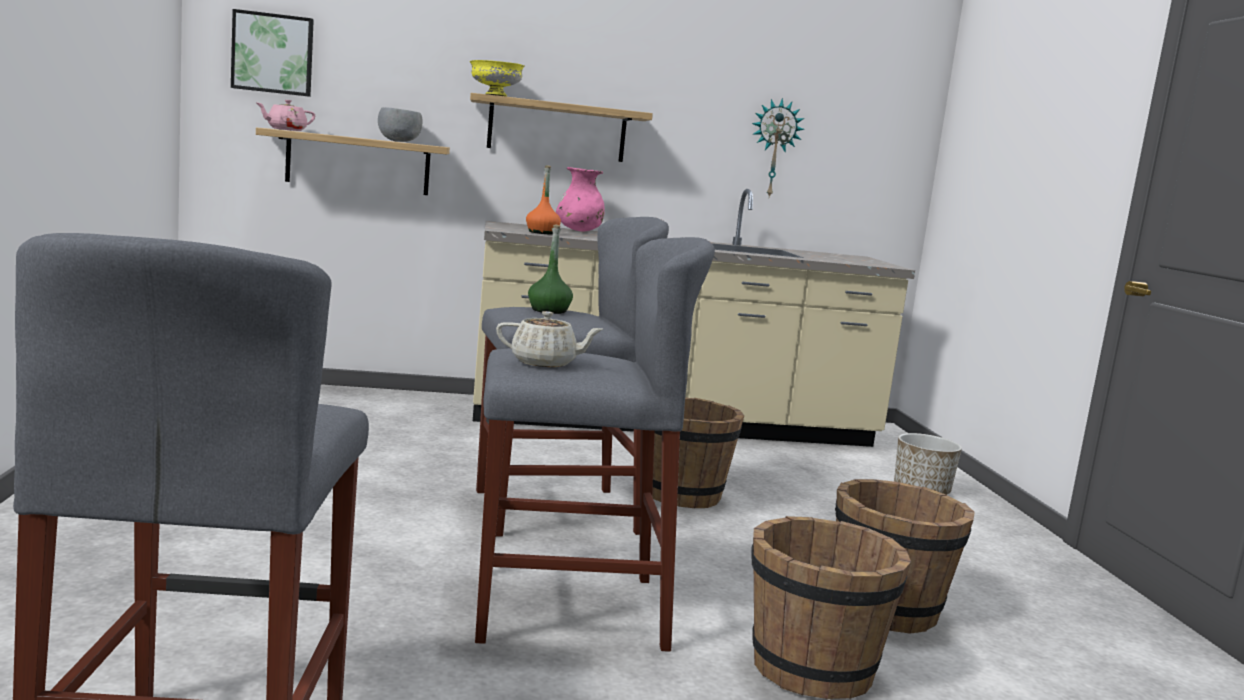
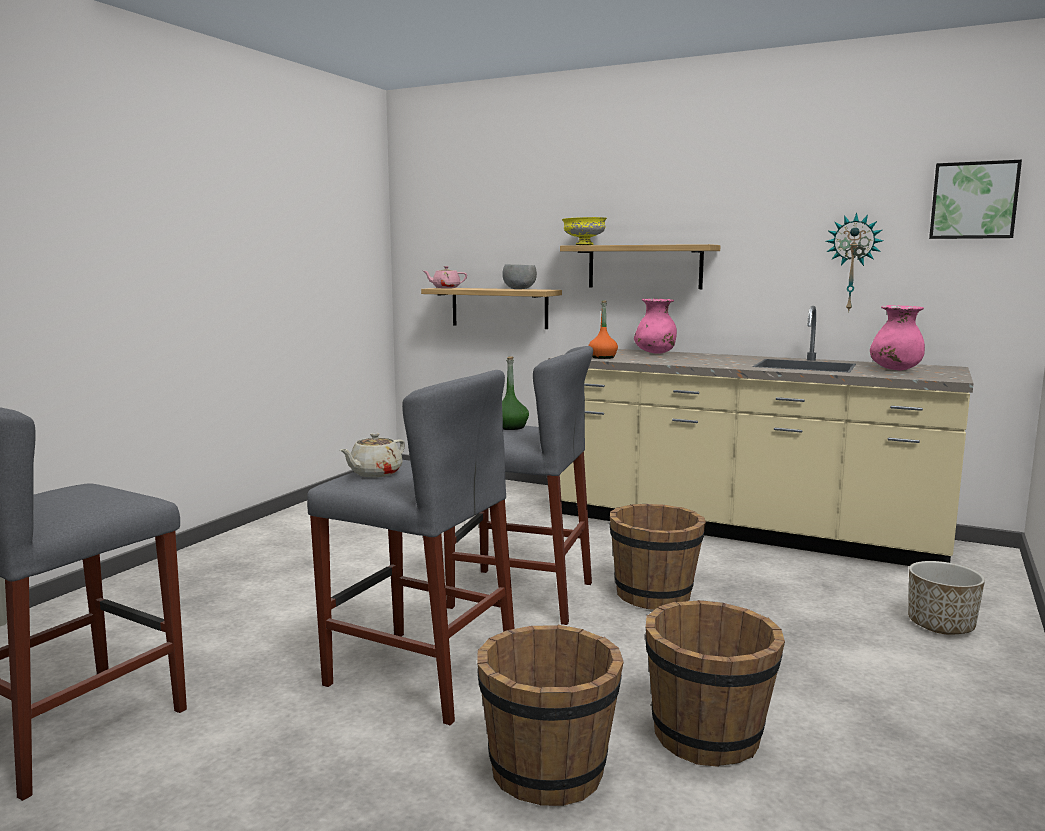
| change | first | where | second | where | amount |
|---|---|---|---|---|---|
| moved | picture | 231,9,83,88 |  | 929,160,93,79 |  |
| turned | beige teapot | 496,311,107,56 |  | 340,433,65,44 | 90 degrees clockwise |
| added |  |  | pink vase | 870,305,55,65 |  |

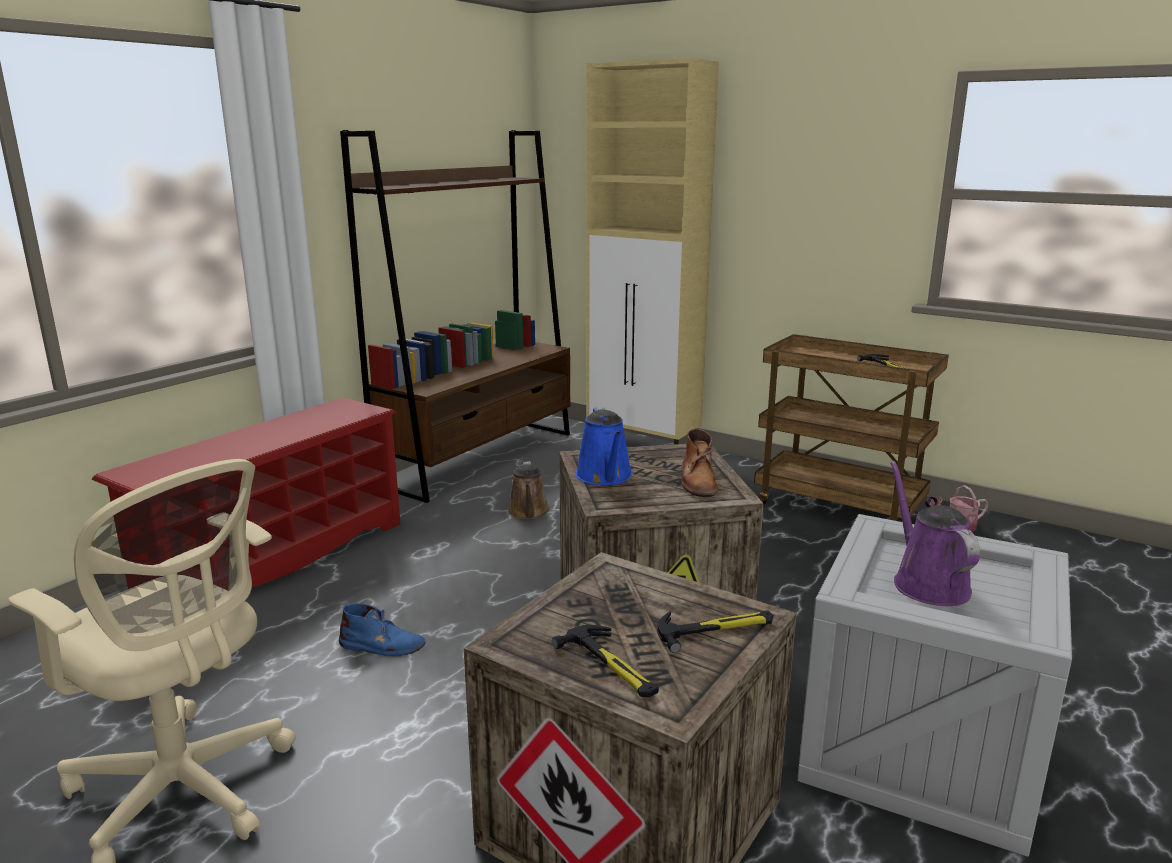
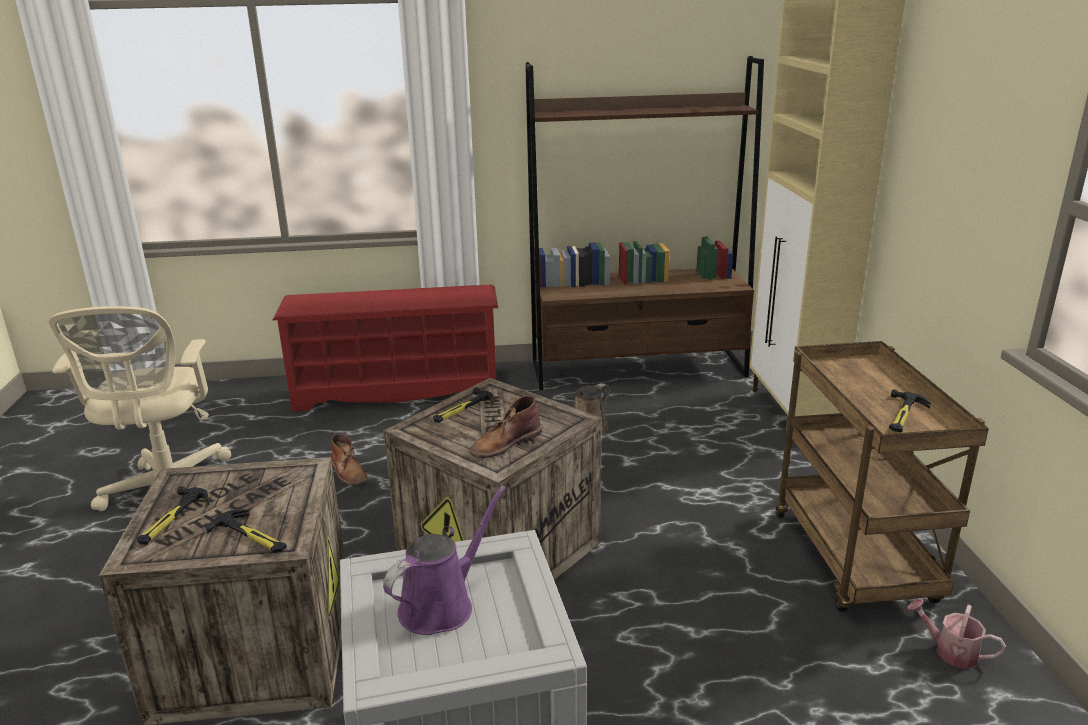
| change | first | where | second | where | amount |
|---|---|---|---|---|---|
| recoloured | blue boot | 339,603,87,53 | brown boot | 331,434,37,51 |  |
| replaced | blue watering can | 576,407,57,78 | hammer | 433,387,61,36 |  |

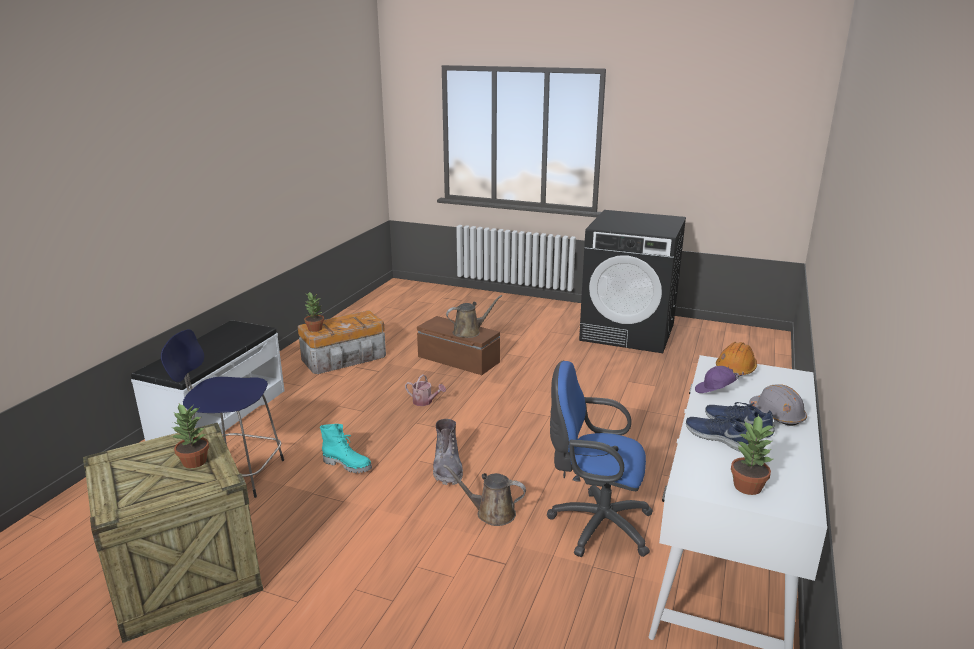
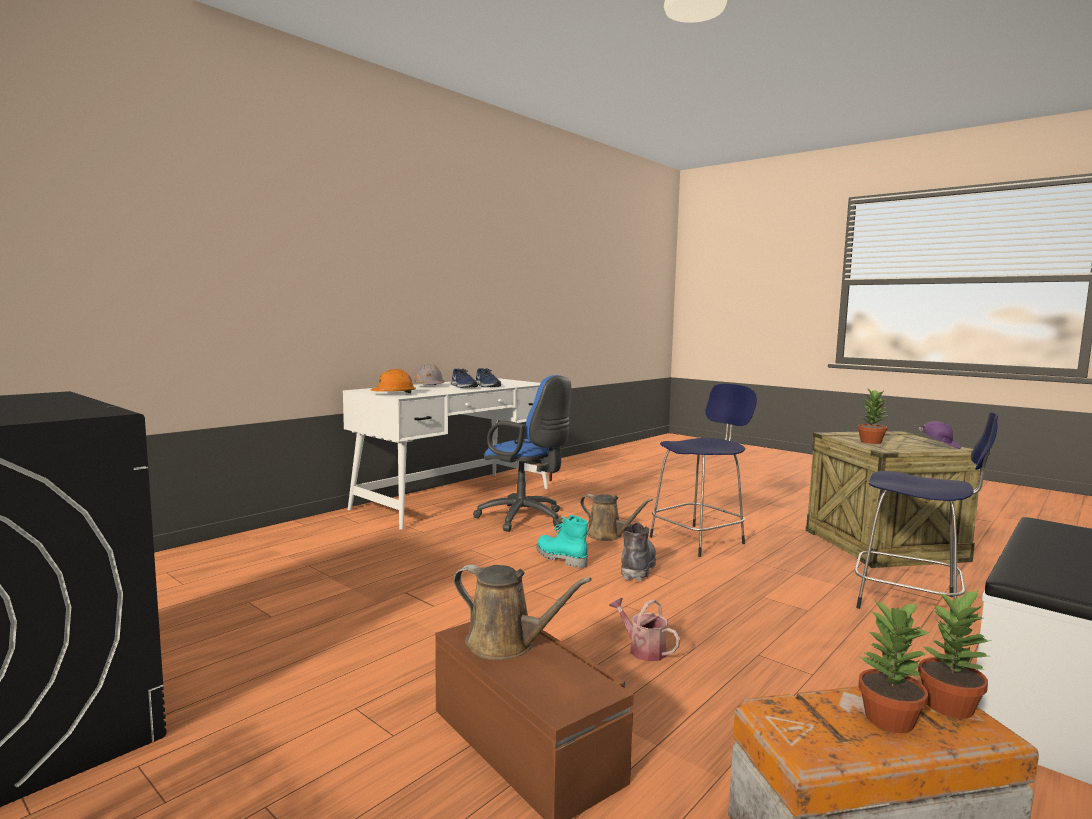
| change | first | where | second | where | amount |
|---|---|---|---|---|---|
| moved | turquoise boot | 320,424,52,49 |  | 537,515,51,53 |  |
| turned | brown watering can | 446,295,56,43 |  | 453,565,139,95 | 150 degrees counterclockwise |
| moved | purple cap | 695,366,49,27 |  | 913,421,48,28 |  |
| moved | potted plant | 731,415,43,80 |  | 858,599,75,134 |  |
| added |  |  | blue stool | 650,384,107,173 |  |

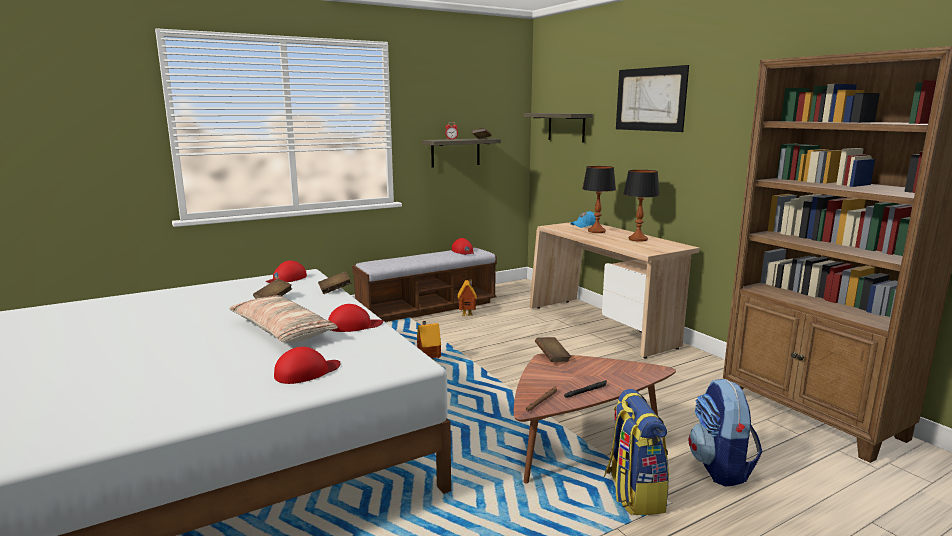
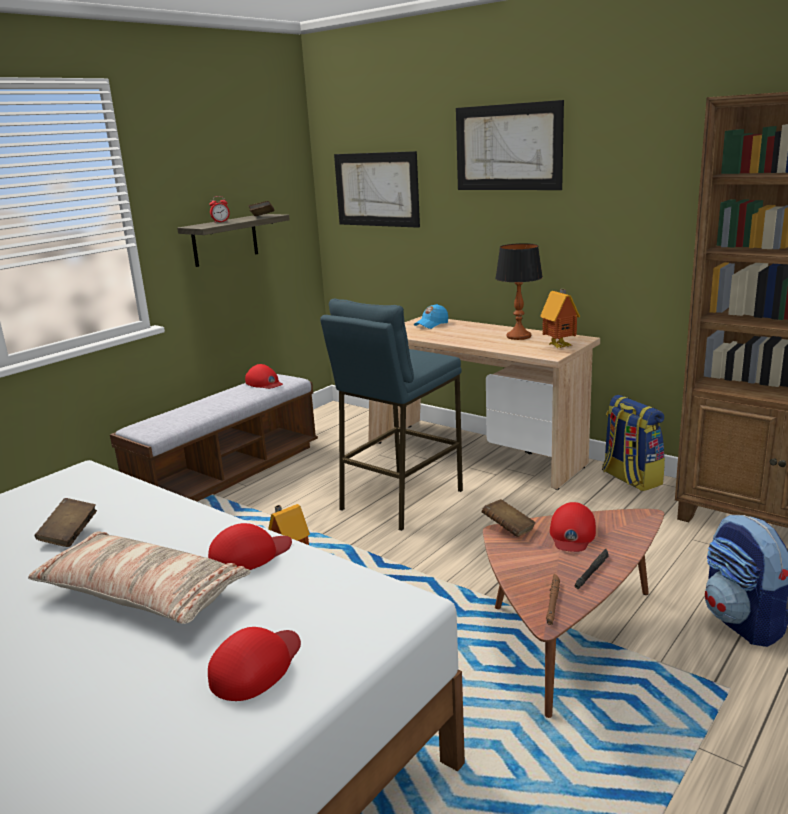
| change | first | where | second | where | amount |
|---|---|---|---|---|---|
| moved | red cap | 266,261,41,22 |  | 550,502,46,50 |  |
| removed | brown book | 318,271,33,23 |  |  |  |
| moved | toy house | 457,280,20,36 |  | 540,289,40,59 |  |
| replaced | shelf | 523,113,70,30 | picture | 334,151,86,77 |  |
| removed | table lamp | 582,166,34,67 |  |  |  |
| moved | backpack | 604,389,65,126 |  | 602,395,63,96 |  |
| added |  |  | blue stool | 320,298,143,233 |  |

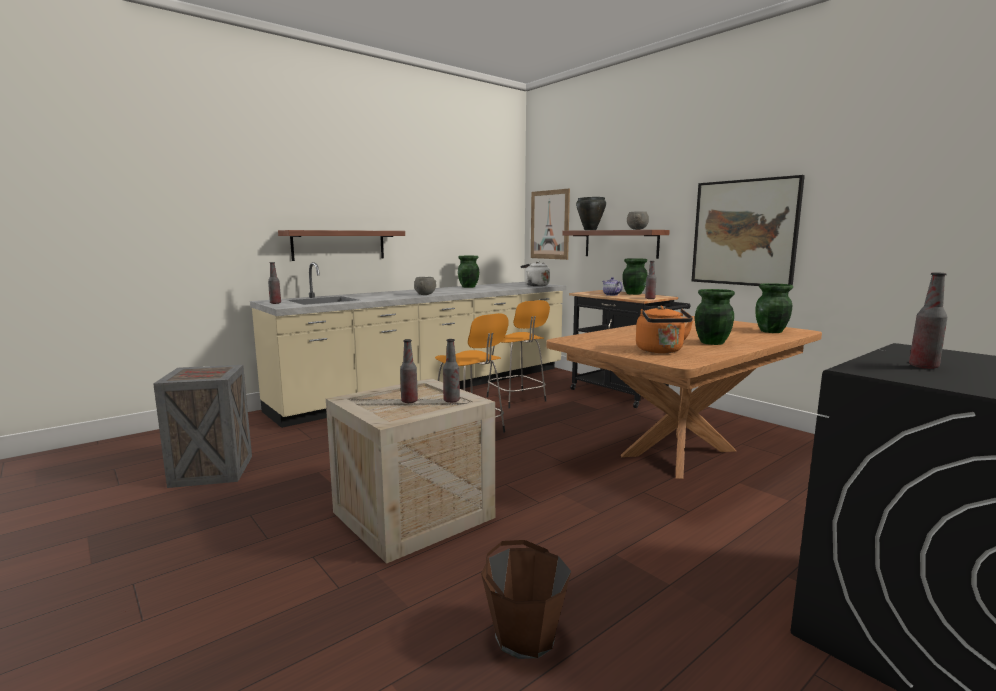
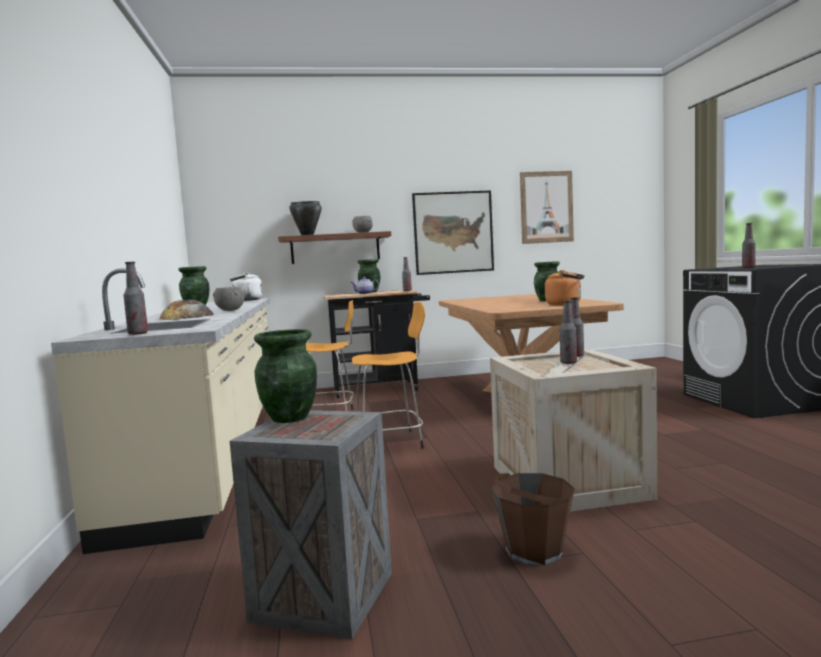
| change | first | where | second | where | amount |
|---|---|---|---|---|---|
| removed | shelf | 278,230,127,31 |  |  |  |
| moved | brown bucket | 481,540,90,119 |  | 491,473,84,92 |  |
| moved | picture | 531,189,39,71 |  | 520,171,54,73 |  |
| moved | green vase | 756,283,37,50 |  | 254,329,63,94 |  |
| added |  |  | bread | 159,299,55,21 |  |

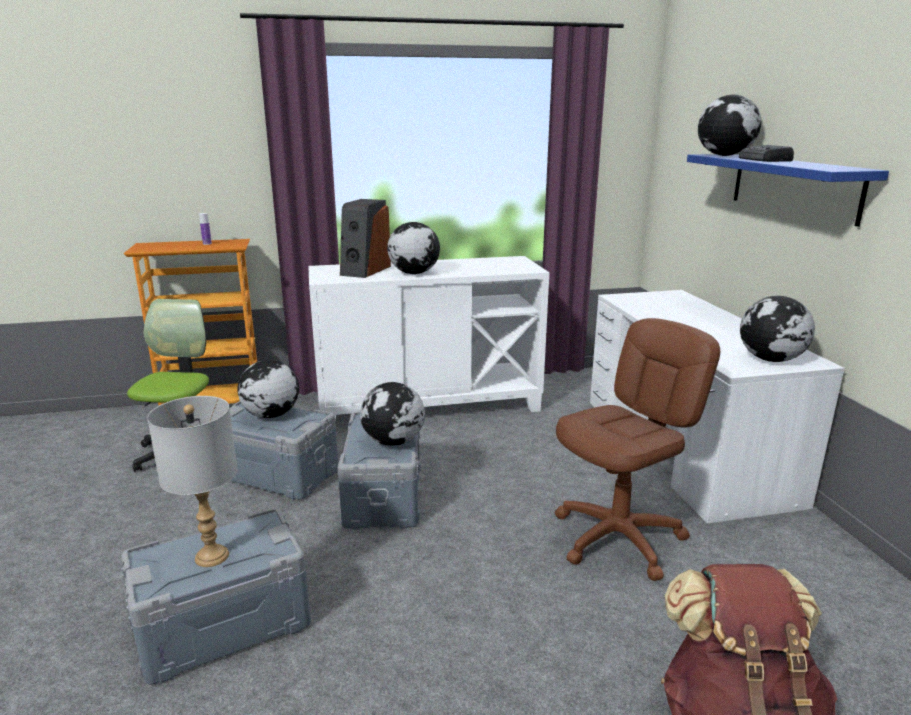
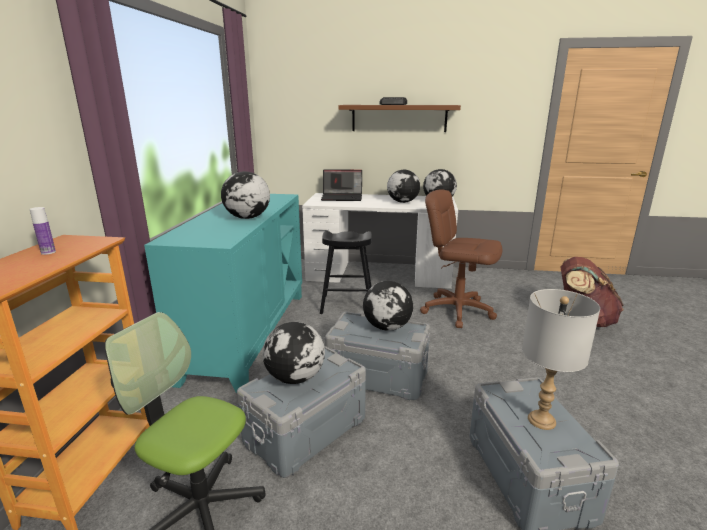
| change | first | where | second | where | amount |
|---|---|---|---|---|---|
| recoloured | white cabinet | 308,256,241,164 | turquoise cabinet | 144,194,158,199 |  |
| removed | speaker | 340,199,51,79 |  |  |  |
| turned | brown office chair | 555,318,165,263 |  | 420,189,83,139 | 45 degrees counterclockwise |
| recoloured | blue shelf | 687,154,202,73 | brown shelf | 338,105,123,27 |  |
| moved | globe | 698,94,63,62 |  | 387,170,33,33 |  |
| added |  |  | black stool | 320,231,52,83 |  |
| added |  |  | laptop | 321,169,41,32 |  |

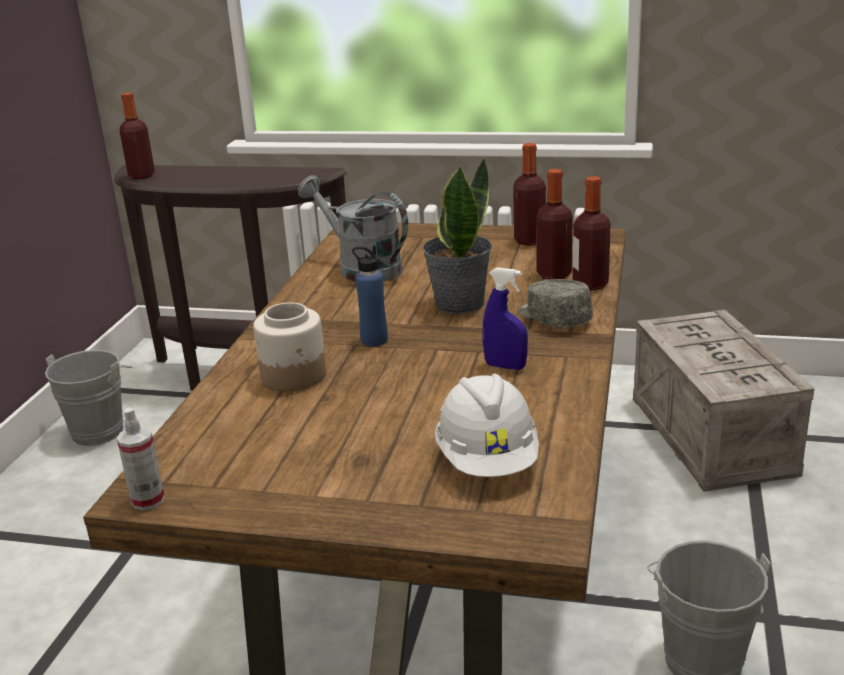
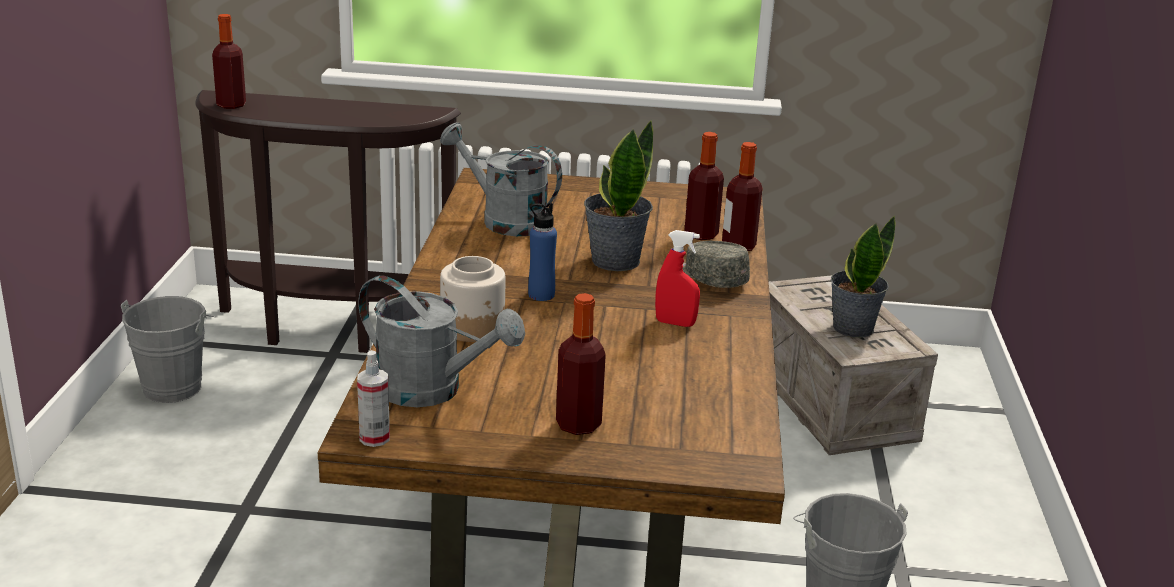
| change | first | where | second | where | amount |
|---|---|---|---|---|---|
| removed | white hard hat | 435,374,104,103 |  |  |  |
| recoloured | blue spray bottle | 482,268,46,102 | red spray bottle | 655,230,45,97 |  |
| moved | bottle | 513,143,33,103 |  | 556,293,50,142 |  |
| added |  |  | grey watering can | 358,275,167,132 |  |
| added |  |  | potted plant | 831,216,65,122 |  |

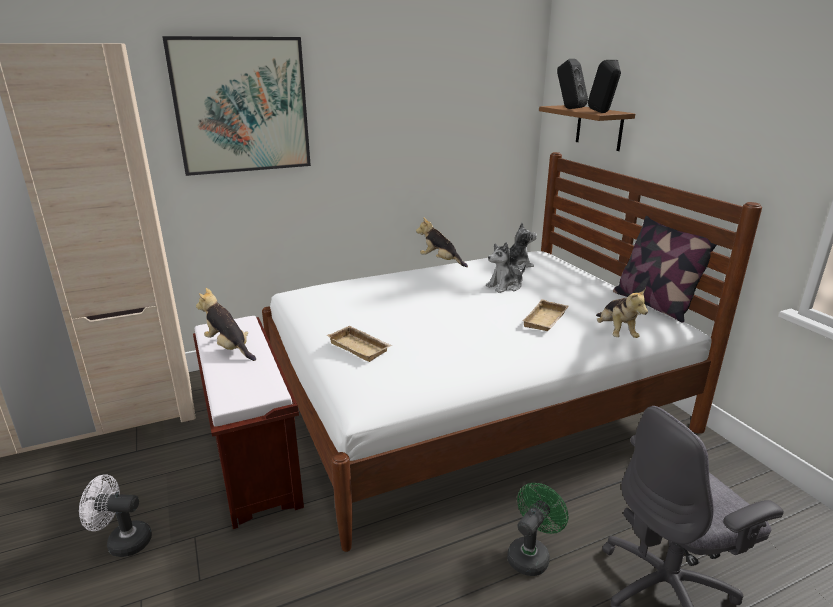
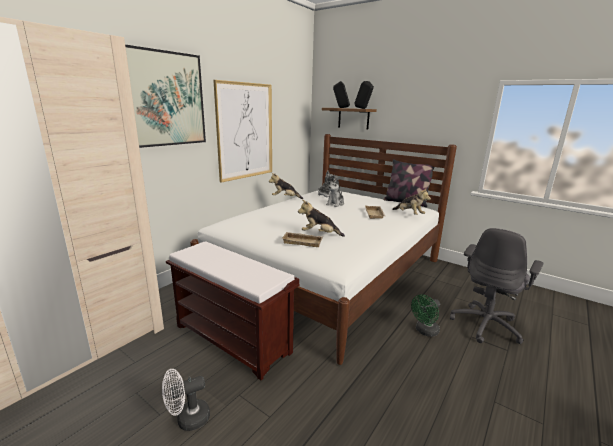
| change | first | where | second | where | amount |
|---|---|---|---|---|---|
| moved | plush toy | 196,288,60,73 |  | 298,200,47,37 |  |
| turned | green fan | 507,483,61,93 |  | 411,294,29,43 | 135 degrees counterclockwise |
| added |  |  | picture | 213,80,59,103 |  |

